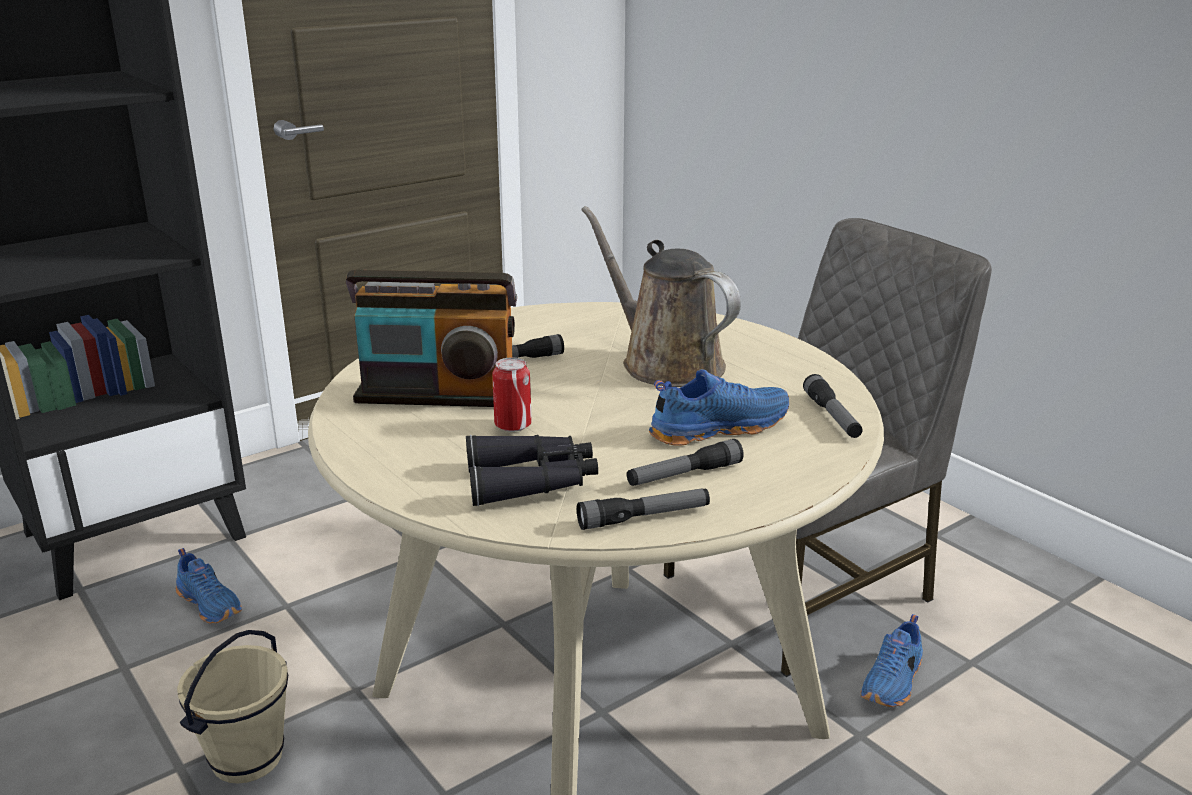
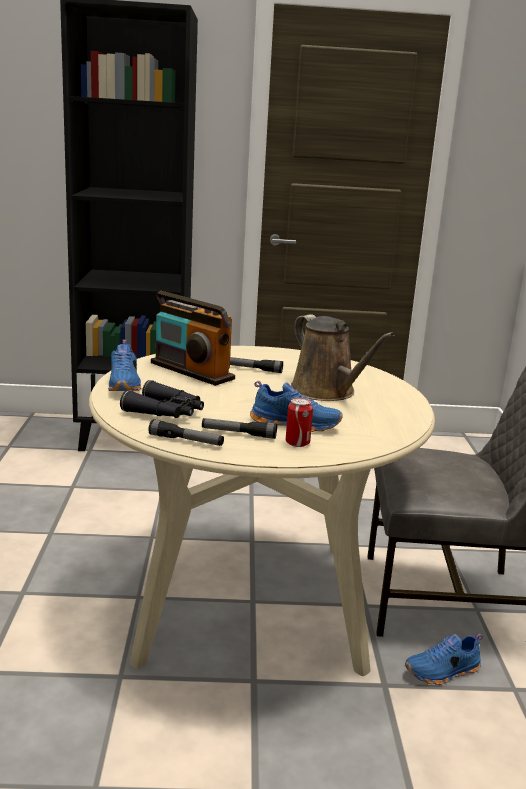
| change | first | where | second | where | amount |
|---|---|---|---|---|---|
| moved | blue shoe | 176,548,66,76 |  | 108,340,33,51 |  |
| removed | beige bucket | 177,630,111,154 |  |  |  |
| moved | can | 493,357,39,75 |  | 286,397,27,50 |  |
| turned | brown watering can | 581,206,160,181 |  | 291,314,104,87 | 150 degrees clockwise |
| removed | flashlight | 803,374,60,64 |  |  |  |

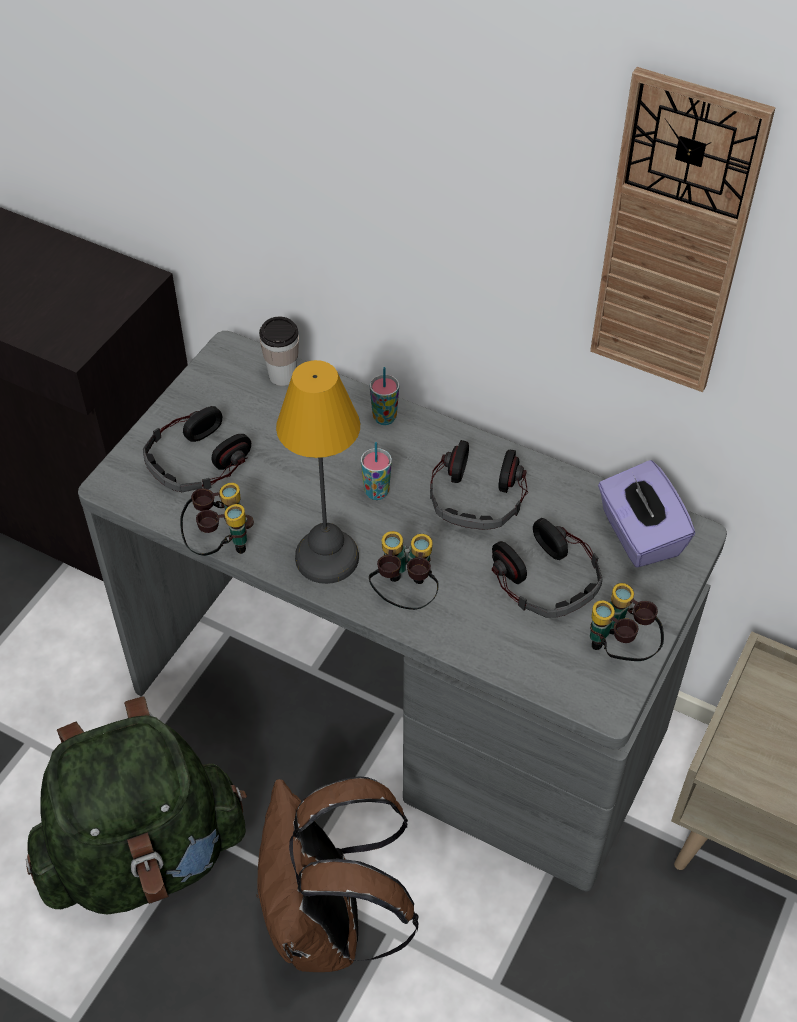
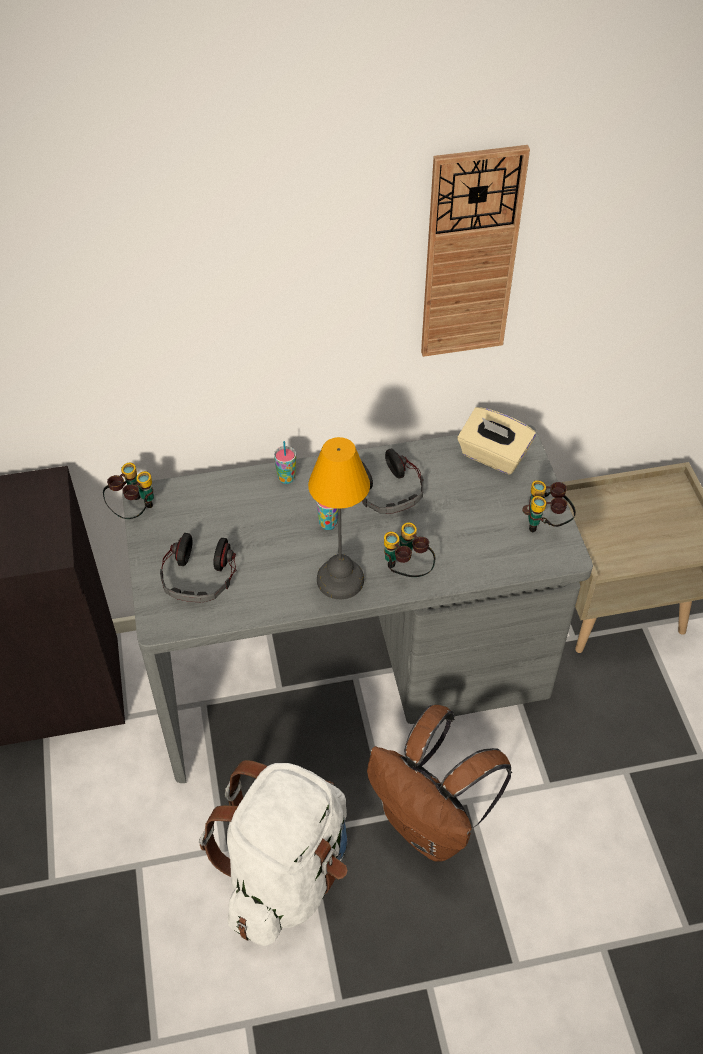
| change | first | where | second | where | amount |
|---|---|---|---|---|---|
| recoloured | green backpack | 25,696,222,218 | white backpack | 199,760,149,186 |  |
| moved | binoculars | 180,483,74,73 |  | 103,463,51,56 |  |
| removed | cup | 259,316,40,70 |  |  |  |
| removed | headphones | 492,518,111,100 |  |  |  |
| recoloured | purple tissue box | 598,460,97,108 | beige tissue box | 457,407,79,68 |  |

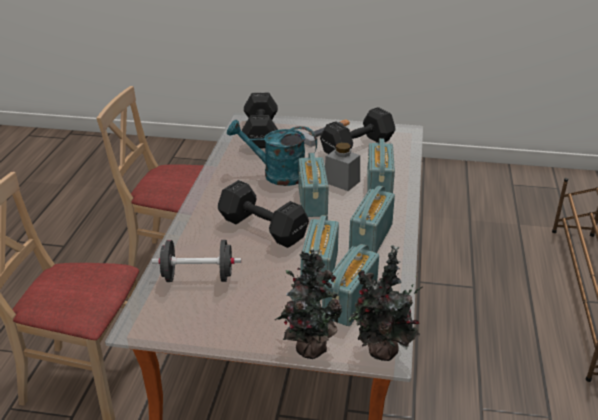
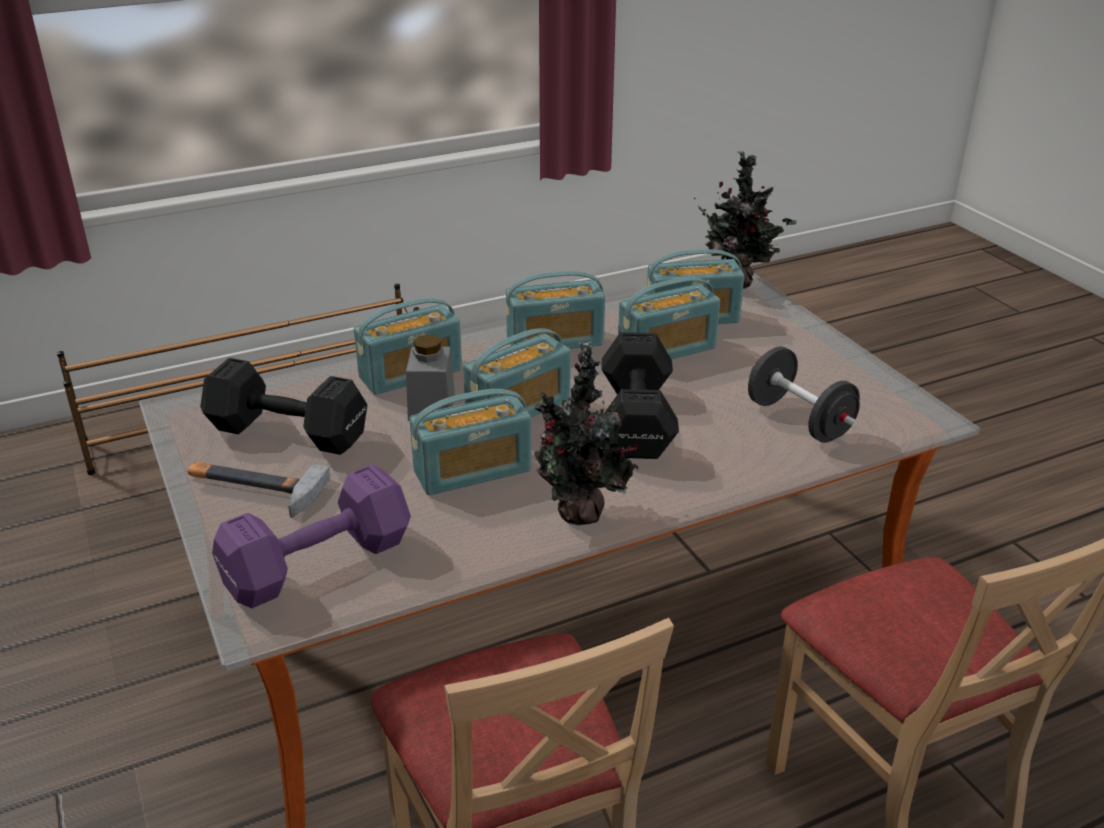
| change | first | where | second | where | amount |
|---|---|---|---|---|---|
| replaced | turquoise watering can | 227,120,90,66 | radio | 409,389,123,106 |  |
| recoloured | black dumbbell | 242,93,36,55 | purple dumbbell | 212,464,199,144 |  |
| moved | potted plant | 275,249,67,110 |  | 534,342,105,183 |  |

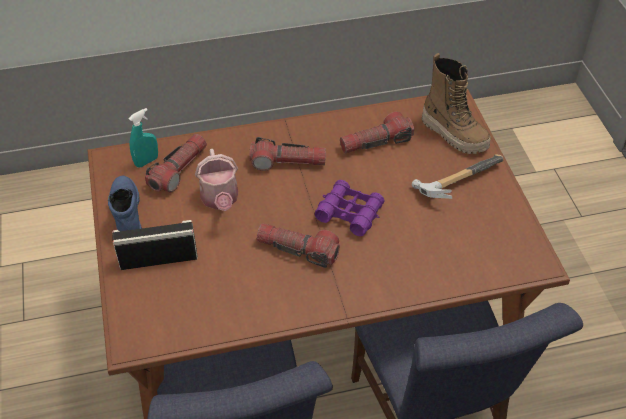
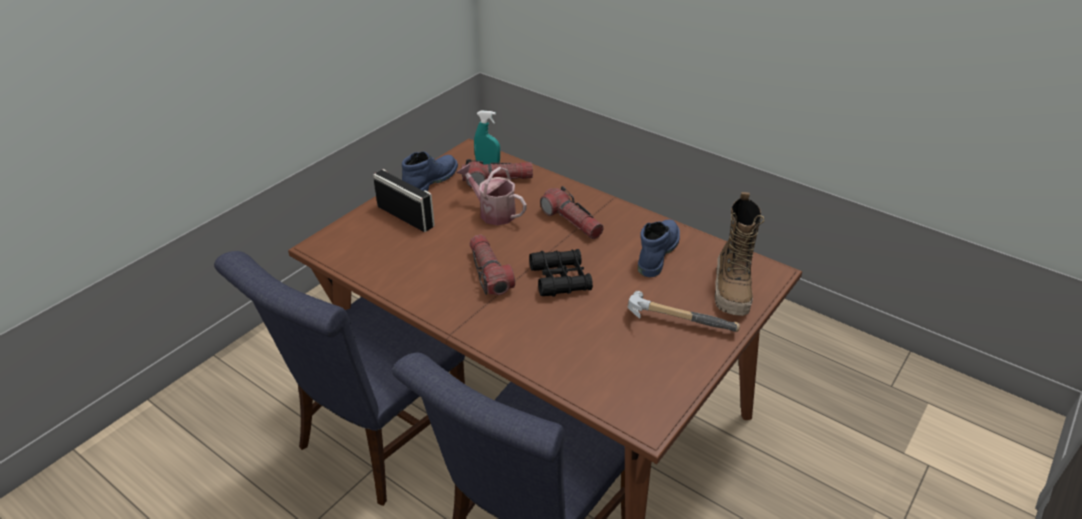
| change | first | where | second | where | amount |
|---|---|---|---|---|---|
| turned | watering can | 195,149,43,62 |  | 457,164,70,61 | 90 degrees clockwise |
| recoloured | purple binoculars | 315,180,70,56 | black binoculars | 529,249,64,48 |  |
| replaced | flashlight | 340,112,74,41 | blue boot | 638,219,42,58 |  |

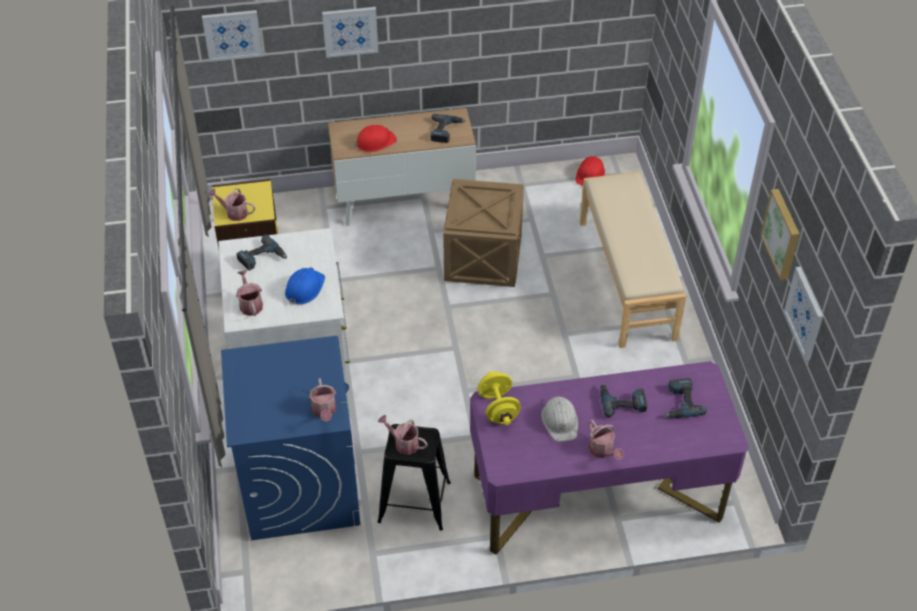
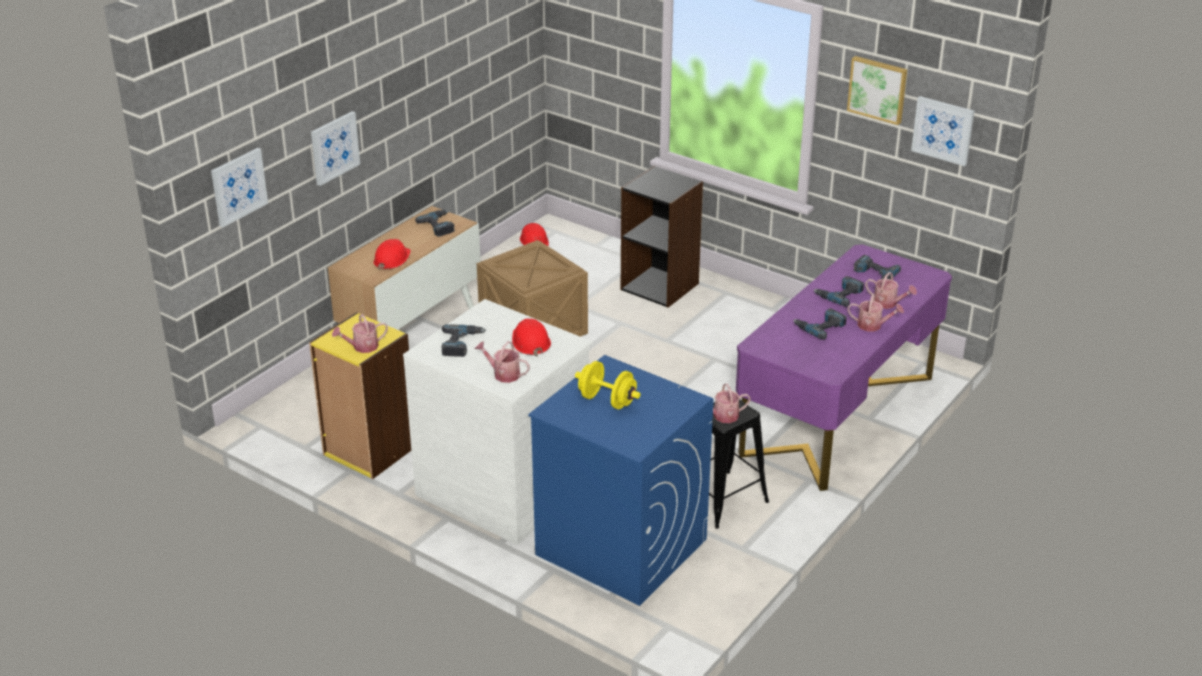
| change | first | where | second | where | amount |
|---|---|---|---|---|---|
| recoloured | blue hard hat | 285,267,40,37 | red hard hat | 512,318,39,38 |  |
| moved | watering can | 308,378,28,44 |  | 865,272,52,37 |  |
| moved | yellow dumbbell | 478,371,43,54 |  | 575,361,66,48 |  |
| replaced | white hard hat | 541,396,37,46 | power drill | 793,308,54,32 |  |
| replaced | beige bench | 580,172,106,176 | black bookcase | 621,166,82,142 |  |

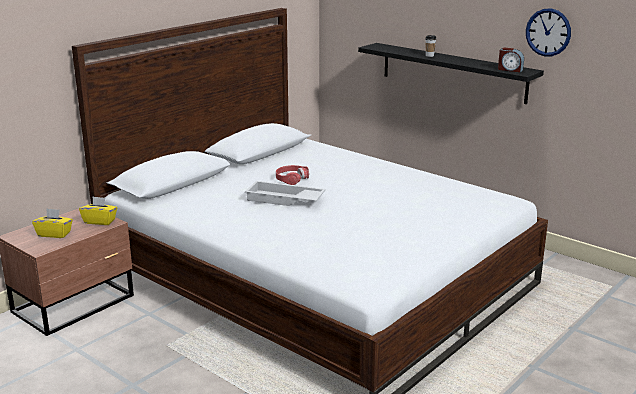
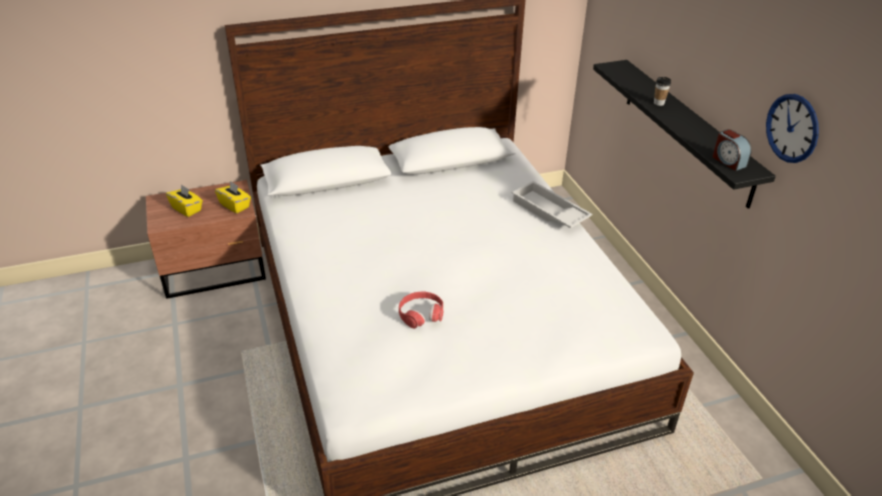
| change | first | where | second | where | amount |
|---|---|---|---|---|---|
| moved | white tray | 245,181,81,25 |  | 512,181,81,47 |  |
| moved | red headphones | 276,165,33,20 |  | 399,292,44,37 |  |

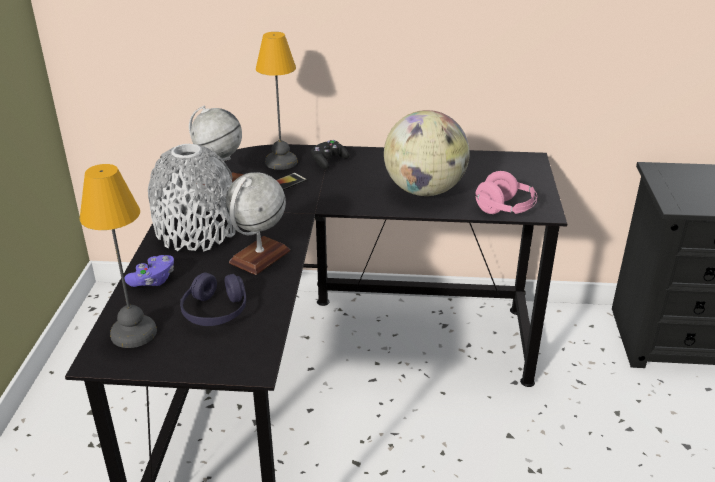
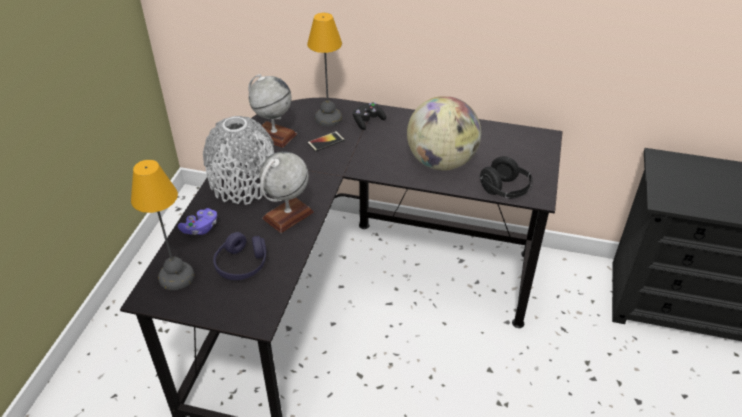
| change | first | where | second | where | amount |
|---|---|---|---|---|---|
| recoloured | pink headphones | 475,171,62,43 | black headphones | 479,156,54,43 |  |

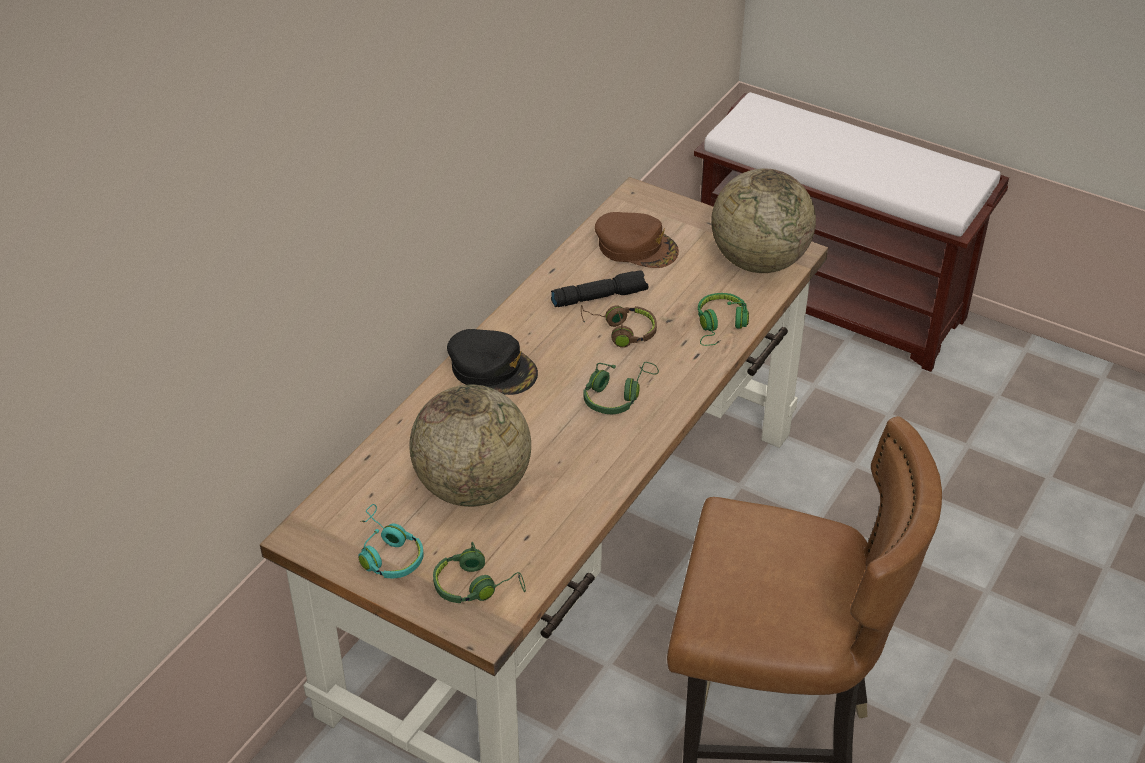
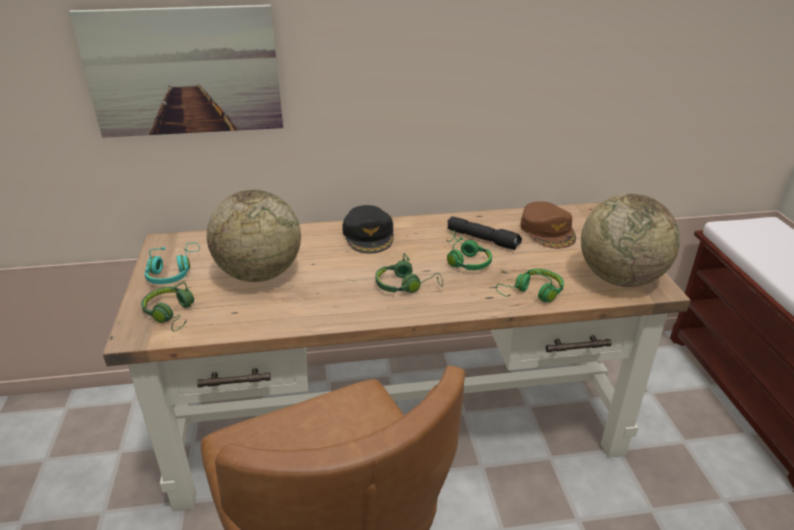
| change | first | where | second | where | amount |
|---|---|---|---|---|---|
| recoloured | brown headphones | 581,305,76,43 | green headphones | 447,230,45,40 |  |
| added |  |  | picture | 69,5,214,133 |  |

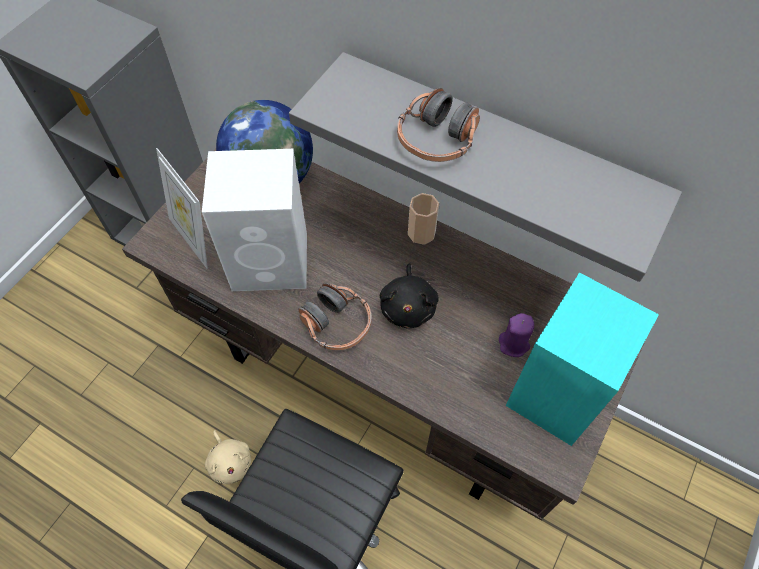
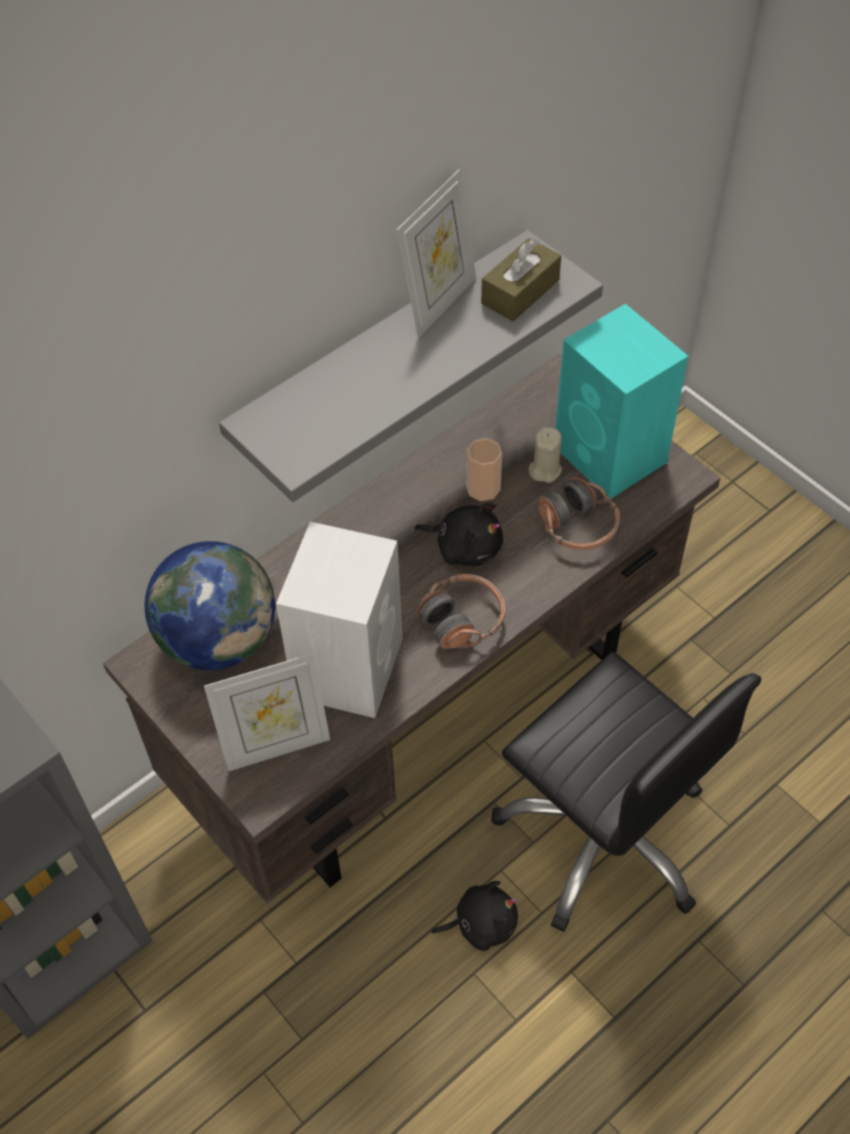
| change | first | where | second | where | amount |
|---|---|---|---|---|---|
| recoloured | beige plush toy | 205,430,46,54 | black plush toy | 432,881,86,70 |  |
| moved | headphones | 397,88,83,74 |  | 539,477,81,73 |  |
| moved | cup | 408,193,31,52 |  | 466,438,36,63 |  |
| recoloured | purple candle | 499,313,35,44 | beige candle | 529,427,33,56 |  |
| added |  |  | picture frame | 397,170,79,168 |  |
| added |  |  | brown tissue box | 481,238,80,83 |  |

